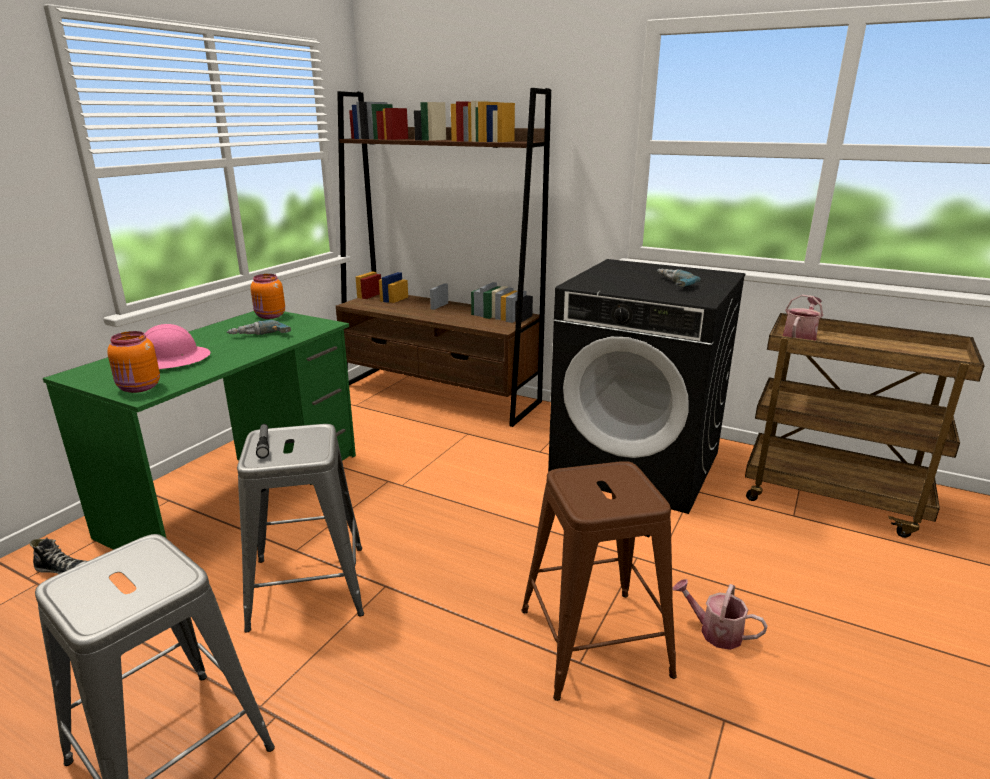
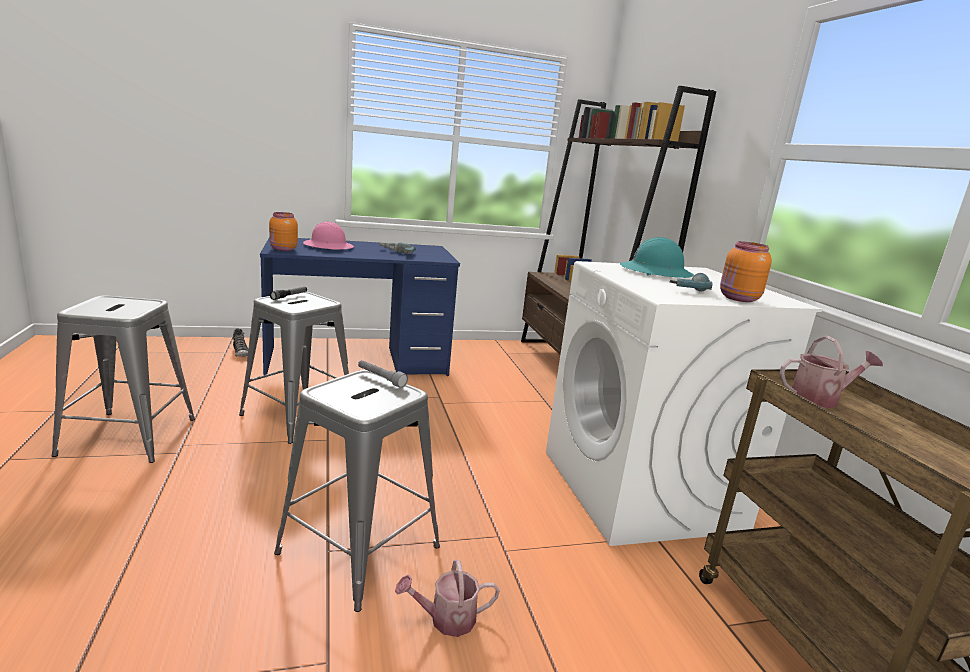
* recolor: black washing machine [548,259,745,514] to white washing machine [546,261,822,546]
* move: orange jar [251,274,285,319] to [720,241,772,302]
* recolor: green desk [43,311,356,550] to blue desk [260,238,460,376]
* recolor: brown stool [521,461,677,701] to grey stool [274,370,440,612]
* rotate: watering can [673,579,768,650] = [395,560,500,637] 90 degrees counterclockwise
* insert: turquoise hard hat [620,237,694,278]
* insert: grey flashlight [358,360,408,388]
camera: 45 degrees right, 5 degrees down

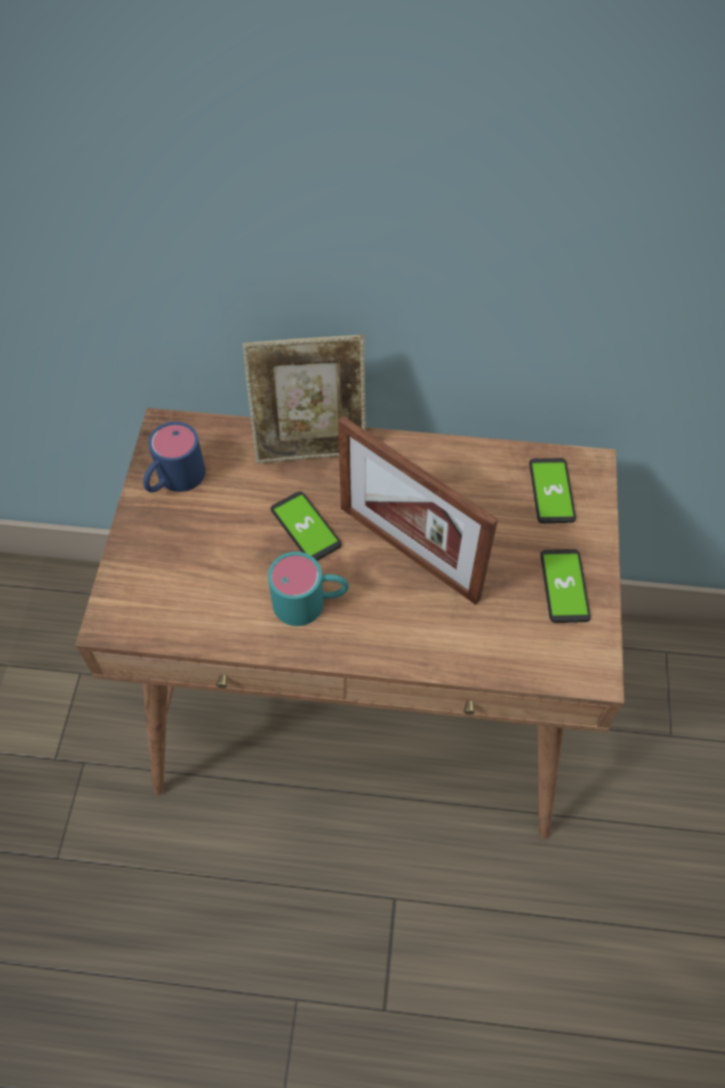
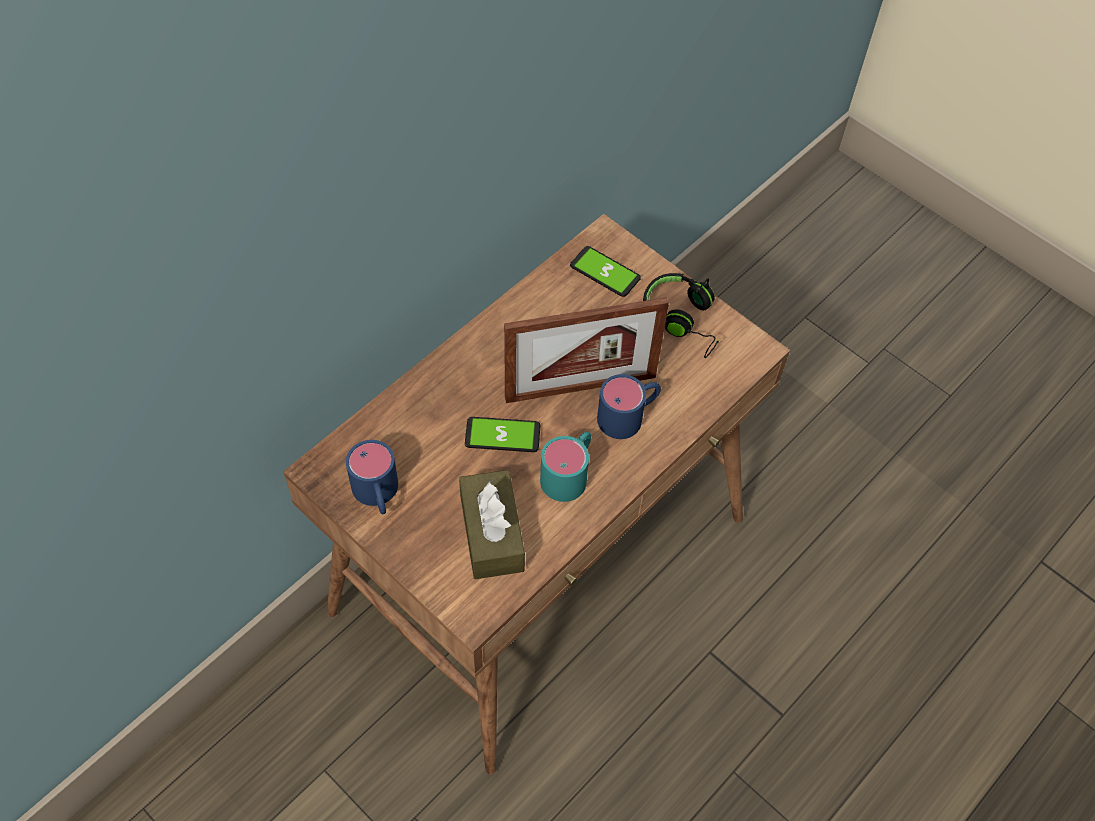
* delete: picture frame [242,335,366,464]
* replace: phone [540,549,591,623] to black headphones [643,273,720,358]
* insert: blue mug [597,374,661,439]
* insert: brown tissue box [459,470,525,579]
camera: 55 degrees left, 0 degrees up

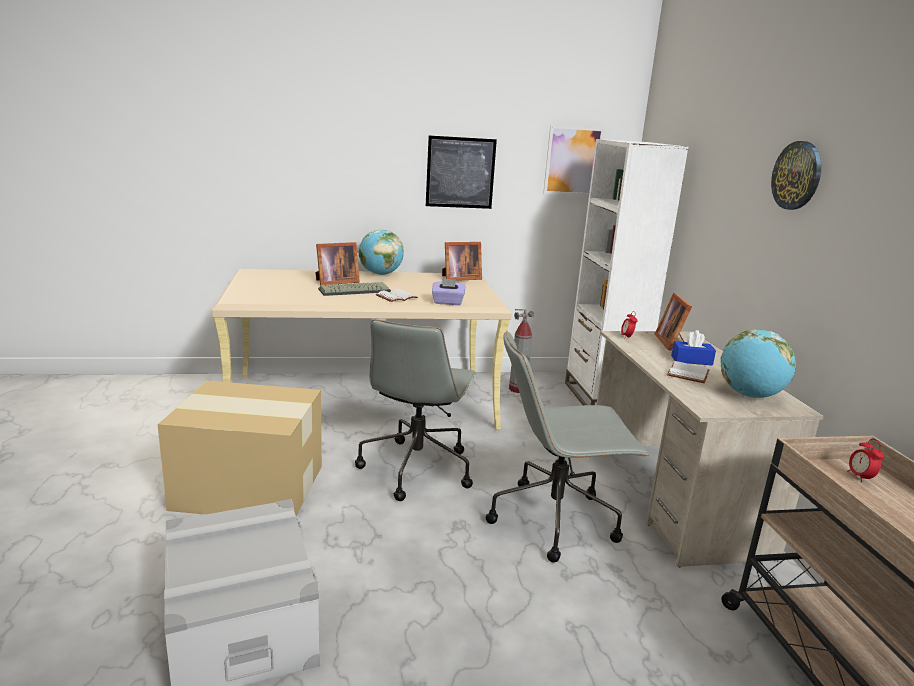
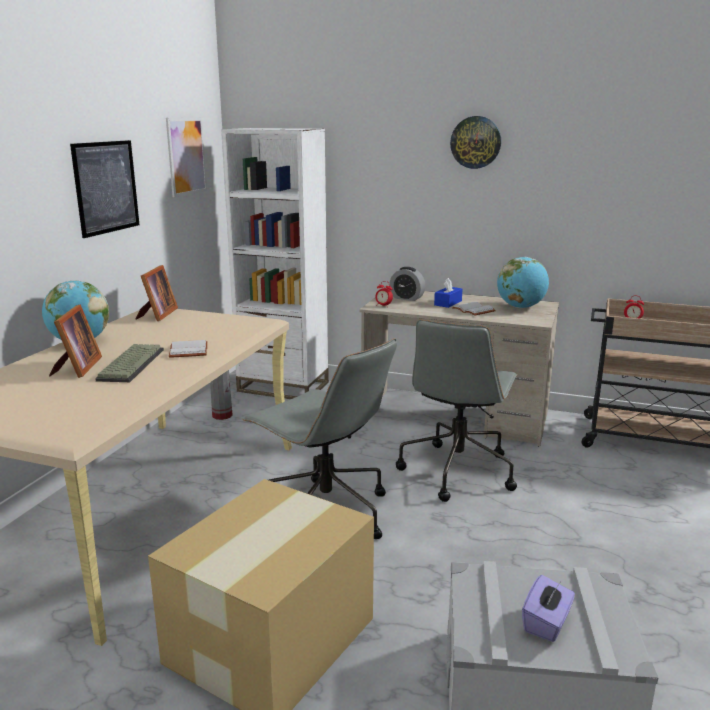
* move: purple tissue box [432,278,465,305] to [522,575,575,642]
* replace: picture frame [655,293,692,351] to alarm clock [389,267,425,301]
camera: 60 degrees left, 0 degrees up

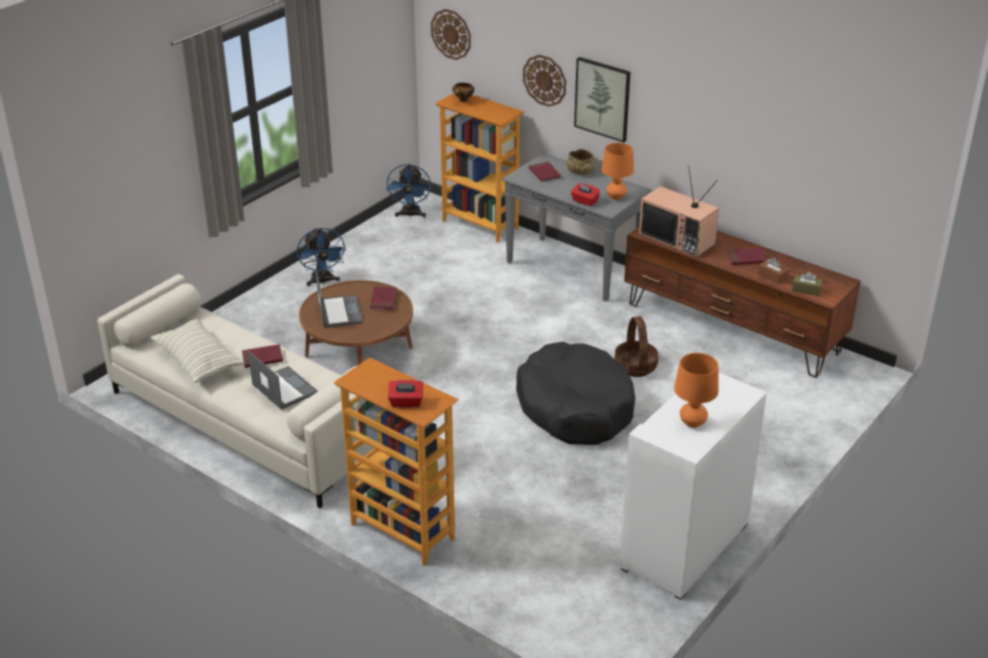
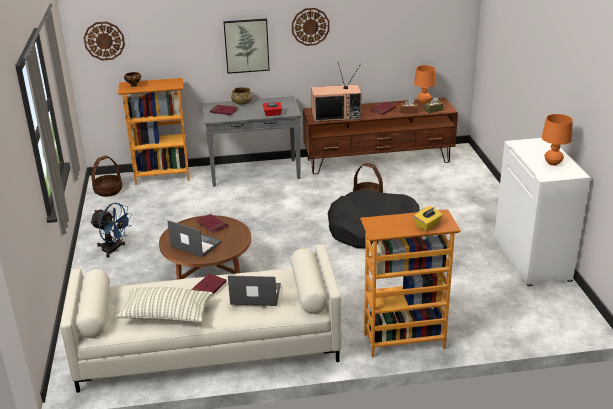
* move: wall clock [523,55,566,107] to [292,8,330,46]
* move: orange table lamp [602,143,634,200] to [414,65,436,104]
* replace: blue fan [386,164,431,218] to basket [91,156,122,197]
* recolor: red tissue box [388,380,424,407] to yellow tissue box [414,206,443,231]
camera: 45 degrees left, 5 degrees down

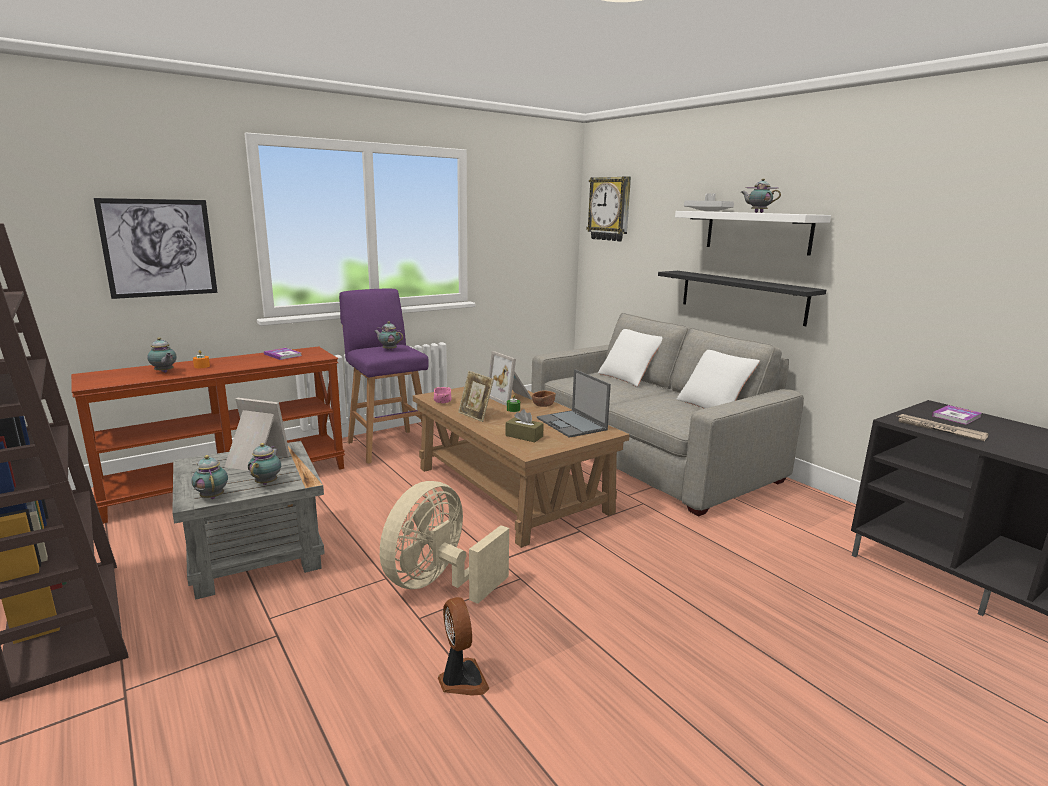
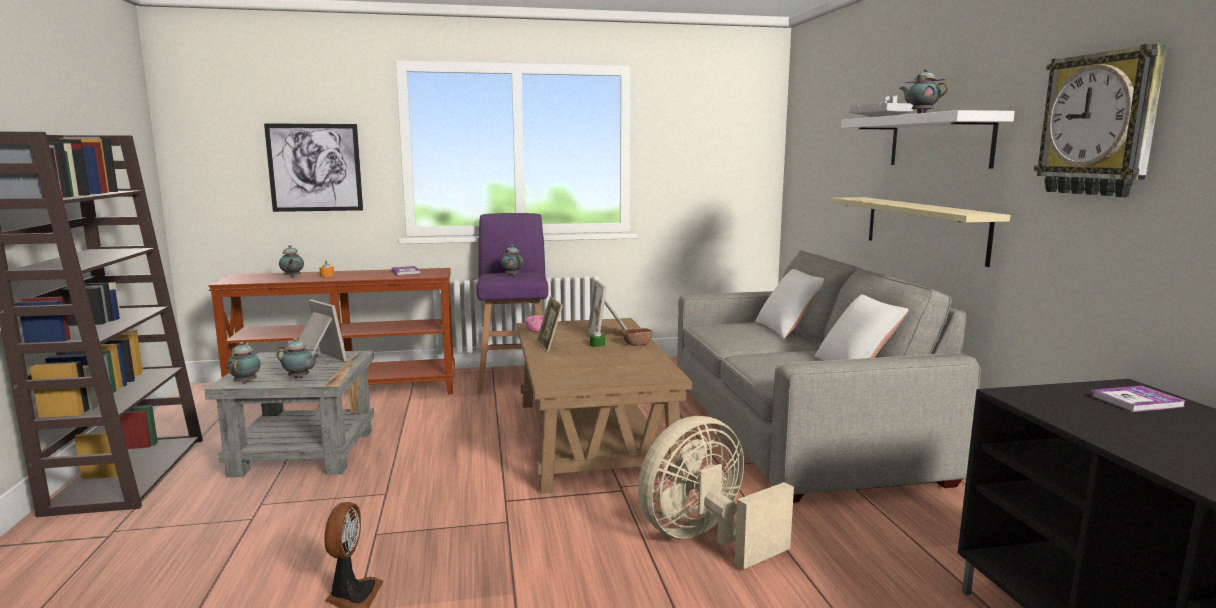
* move: wall clock [586,176,631,241] to [1034,43,1167,197]
* recolor: black shelf [658,271,826,326] to beige shelf [831,197,1010,267]
* delete: laptop [537,369,611,438]
* delete: brown tissue box [505,409,544,442]
* delete: newspaper [897,414,989,441]
* rotate: teapot [248,443,281,485] = [276,338,320,378] 75 degrees clockwise
* move: beige fan [380,481,509,604] to [638,416,794,569]
camera: 25 degrees right, 5 degrees down

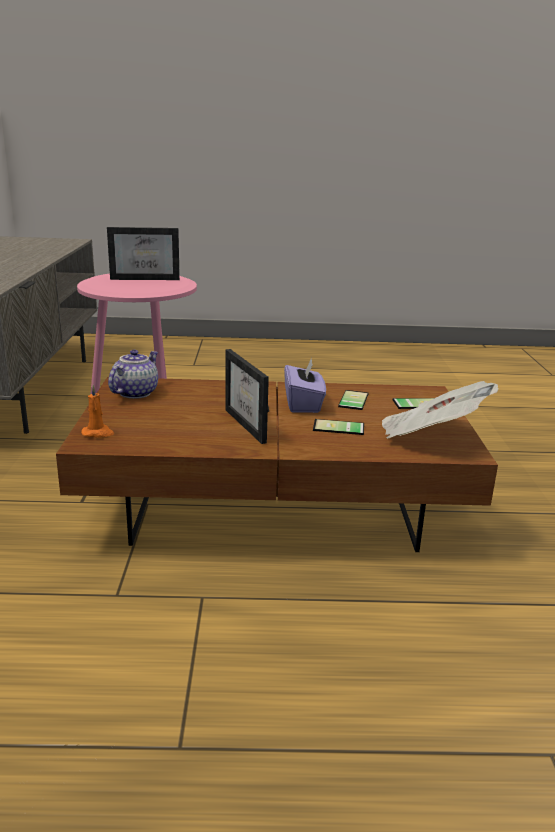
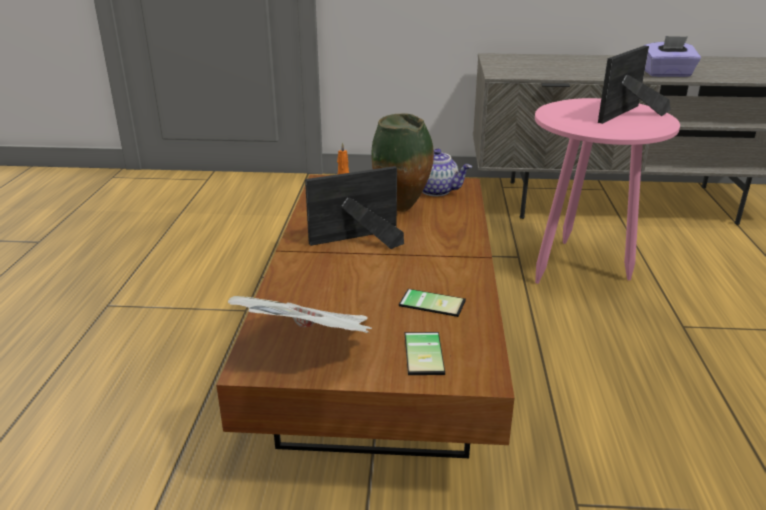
* rotate: picture frame [107,227,180,280] = [598,45,671,124] 45 degrees clockwise
* move: purple tissue box [284,357,326,413] to [643,36,701,77]
* delete: phone [313,419,364,435]
* insert: vase [371,113,434,212]
camera: 95 degrees right, 5 degrees up

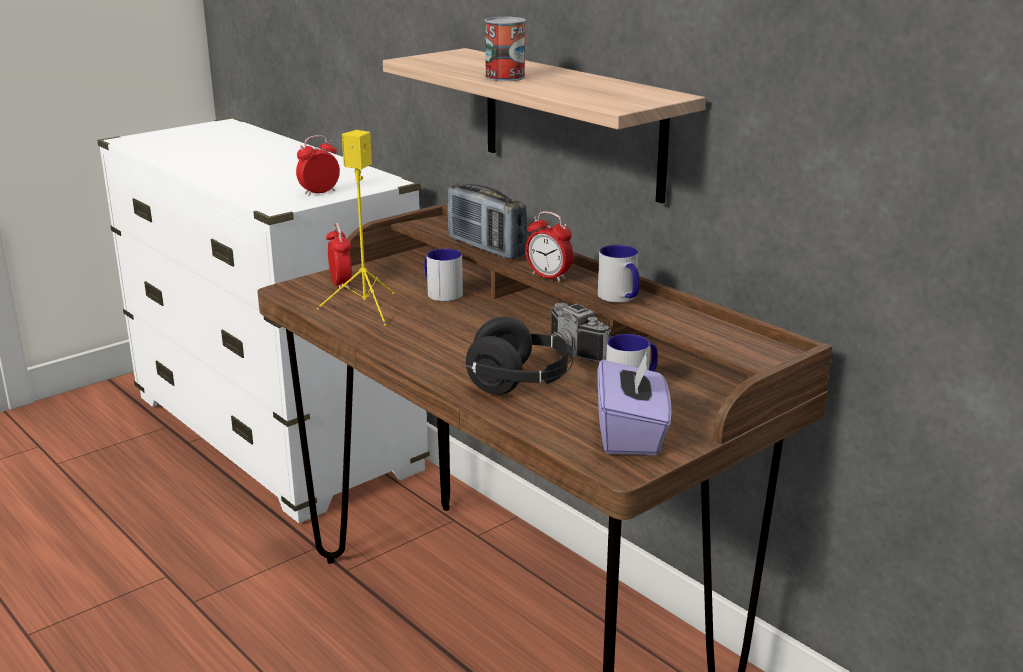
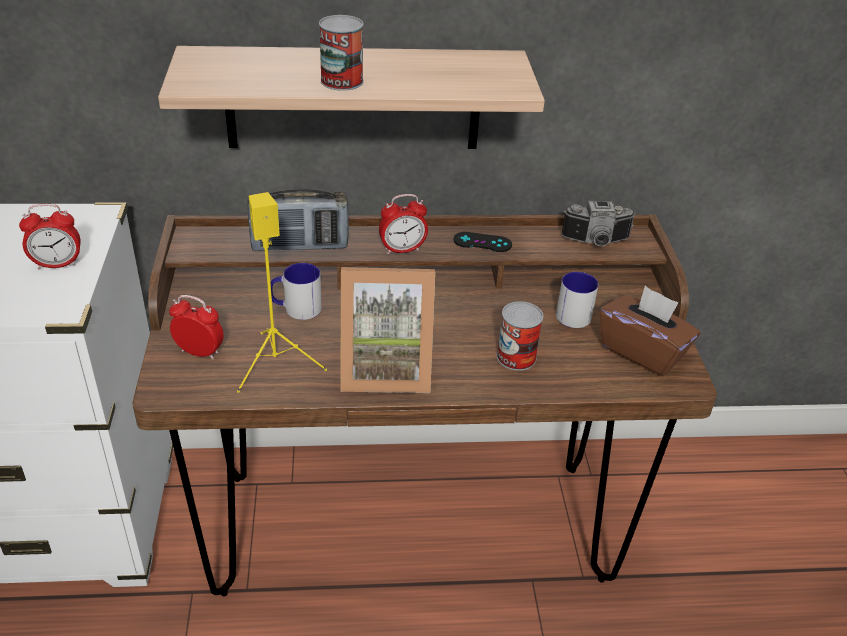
* rotate: alarm clock [296,135,340,196] = [19,204,81,269] 105 degrees counterclockwise
* replace: mug [598,245,640,303] to black game controller [454,232,512,252]
* move: photo camera [551,303,611,362] to [561,201,636,246]
* replace: black headphones [466,317,573,395] to can [497,301,543,371]
* recolor: purple tissue box [597,351,671,455] to brown tissue box [599,286,700,376]
* insert: picture frame [340,267,435,393]
camera: 55 degrees left, 15 degrees up

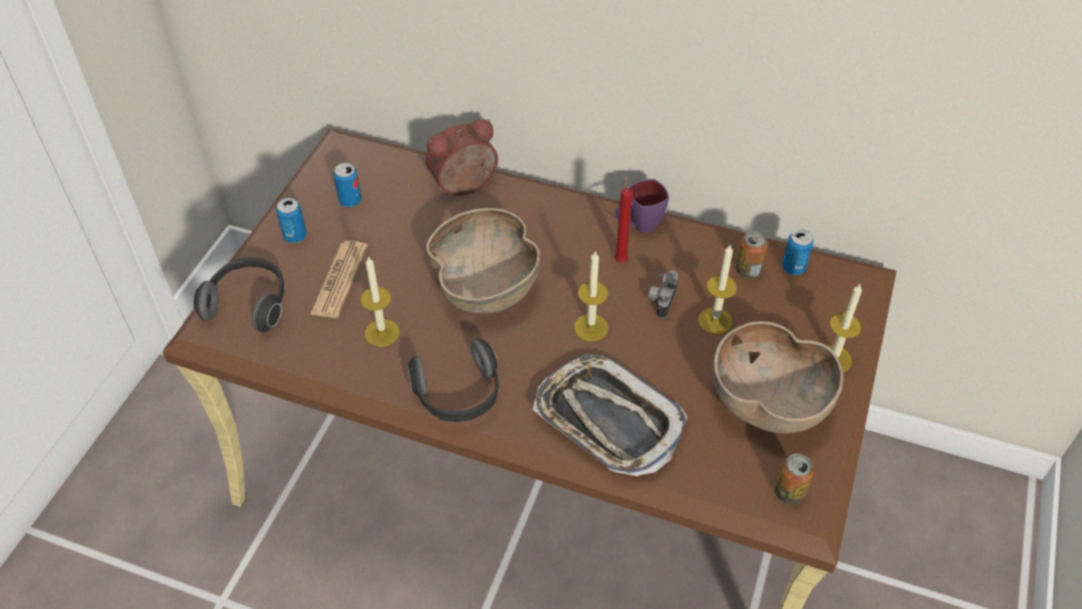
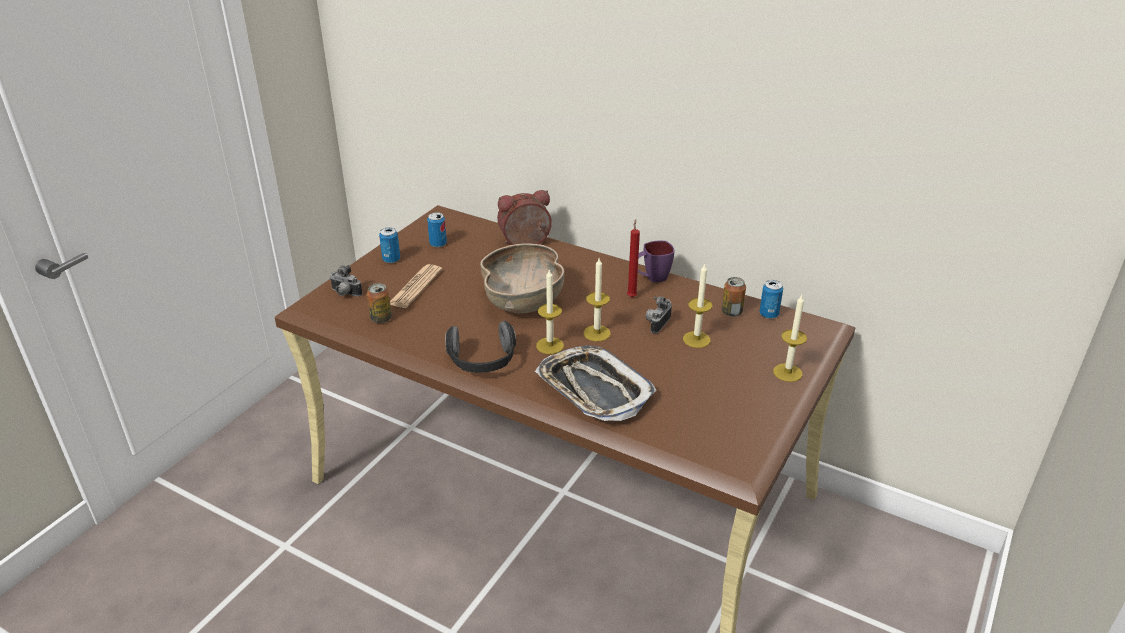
* replace: headphones [193,257,284,333] to photo camera [330,265,363,296]
* move: candle [361,257,400,347] to [536,269,564,354]
* delete: brown bowl [712,321,844,434]
* move: can [775,453,814,505] to [367,283,392,323]
camera: 10 degrees right, 15 degrees down

